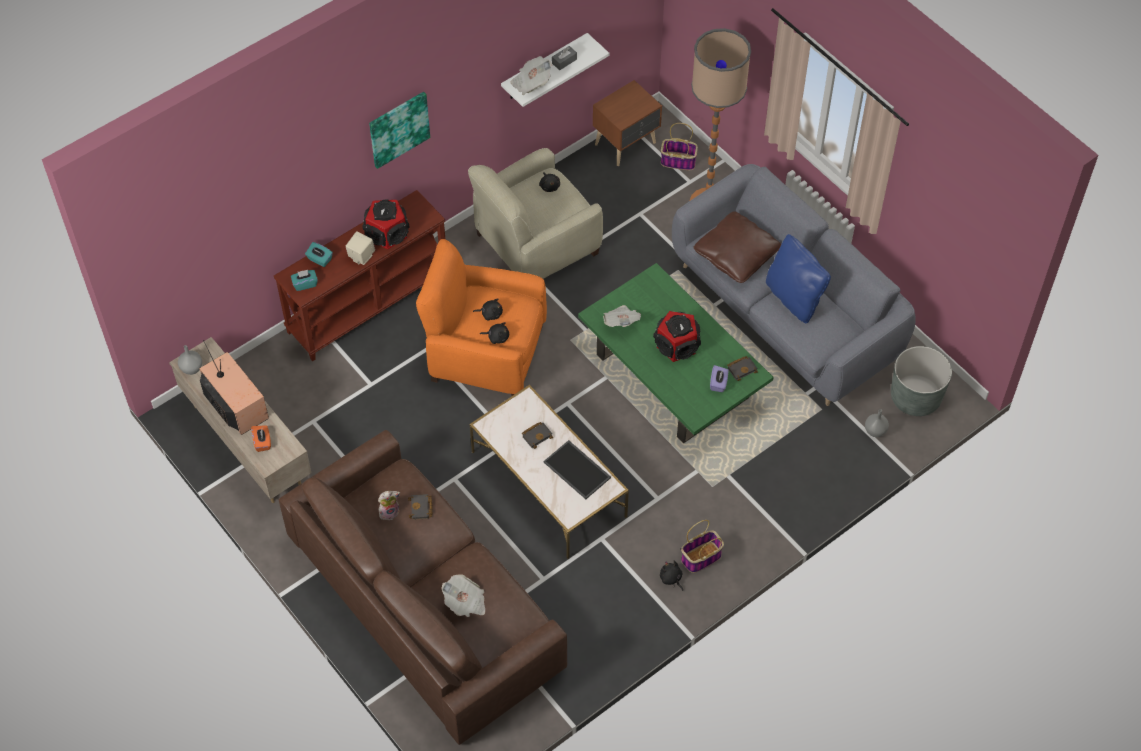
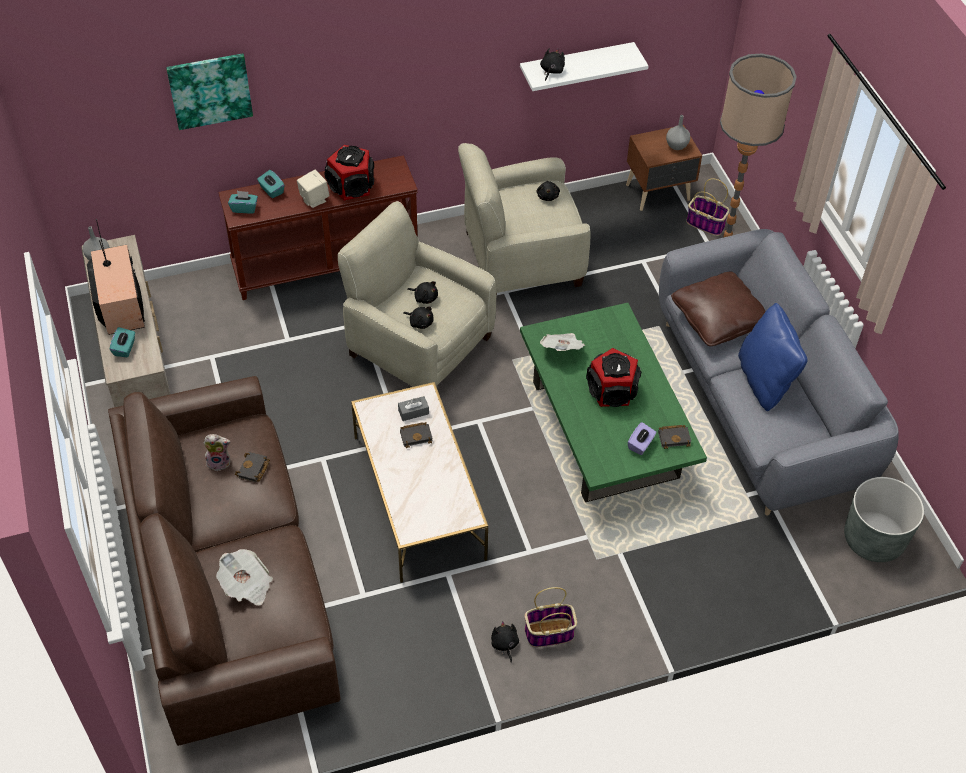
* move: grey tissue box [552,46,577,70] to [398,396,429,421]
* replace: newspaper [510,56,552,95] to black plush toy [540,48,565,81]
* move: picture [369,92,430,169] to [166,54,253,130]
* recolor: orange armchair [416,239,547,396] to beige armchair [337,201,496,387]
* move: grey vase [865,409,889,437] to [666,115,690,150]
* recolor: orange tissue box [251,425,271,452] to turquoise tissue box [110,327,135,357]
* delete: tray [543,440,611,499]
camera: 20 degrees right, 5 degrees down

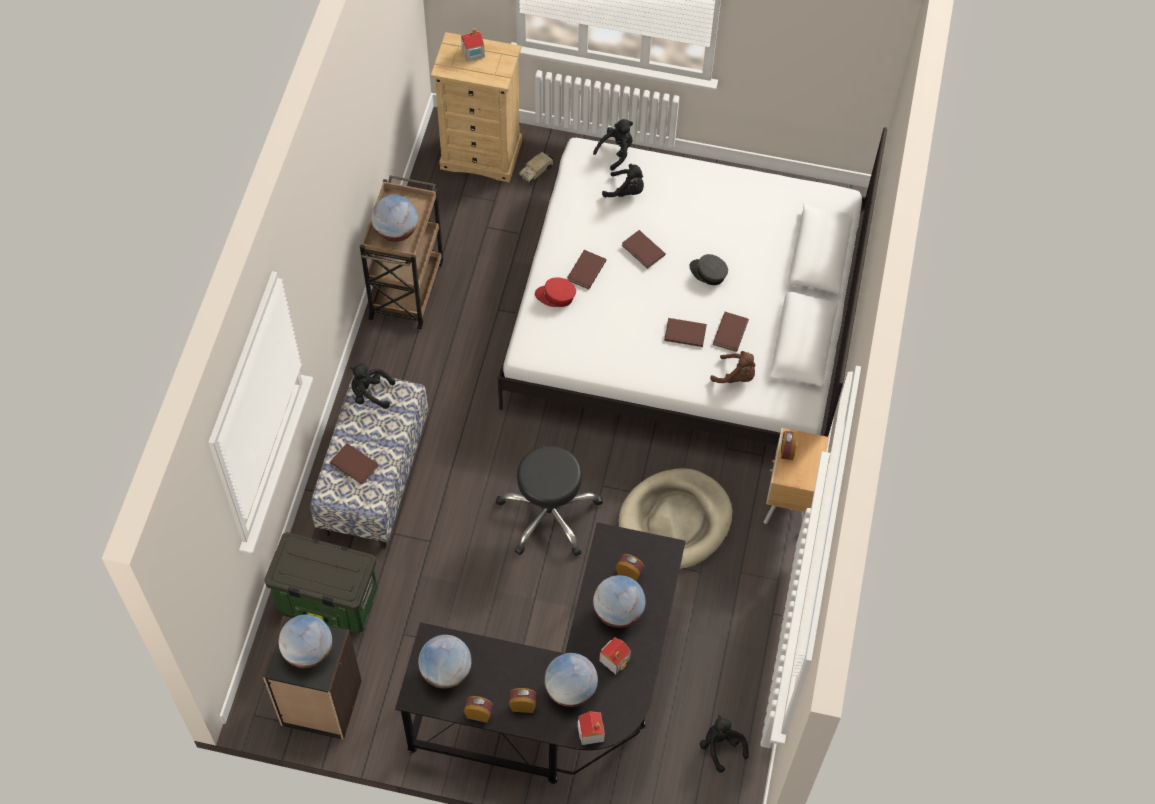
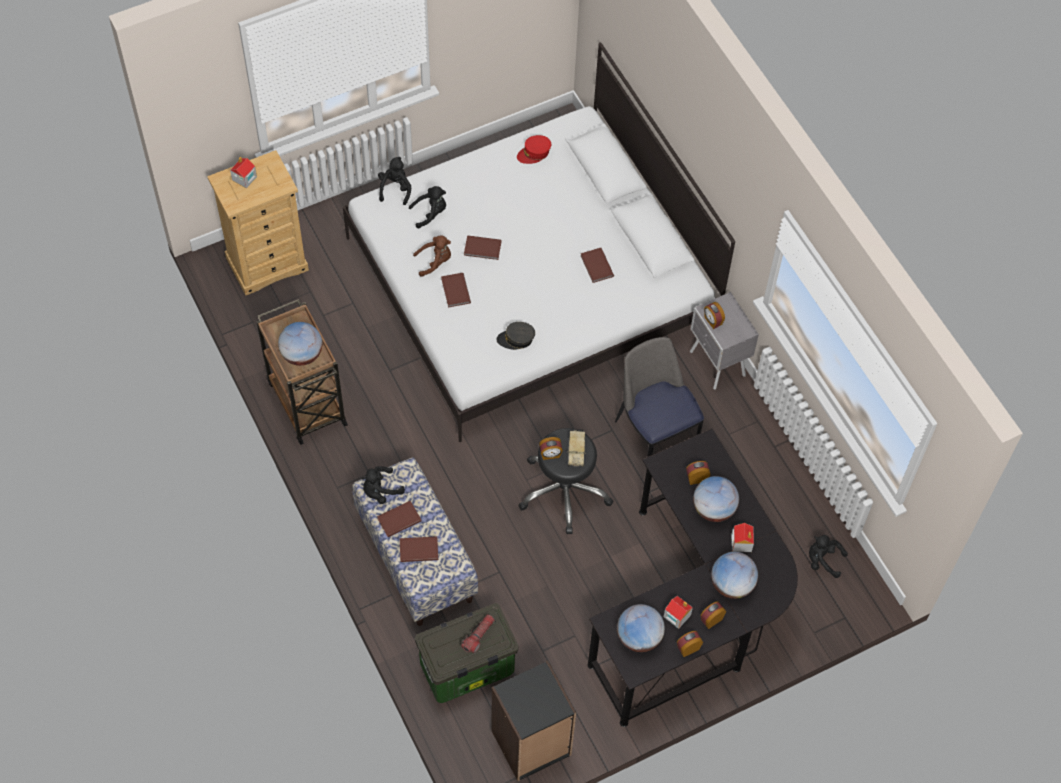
* move: toy truck [519,152,554,185] to [567,429,586,467]
* move: grey cap [689,254,728,285] to [497,322,535,350]
* move: red cap [535,277,576,307] to [517,135,551,164]
* move: brown book [664,318,707,347] to [377,501,422,537]
* move: brown plush toy [710,351,756,383] to [413,235,451,277]
* recolor: brown nightstand [764,428,829,524] to grey nightstand [690,292,759,390]
* replace: beige dog bed [618,468,733,569] to chair [615,337,704,470]
* delete: globe [279,615,332,668]
* move: toy house [577,711,605,745] to [664,596,693,629]
* insert: alarm clock [539,437,563,460]
* insert: flashlight [461,614,495,653]
camera: 40 degrees left, 0 degrees up

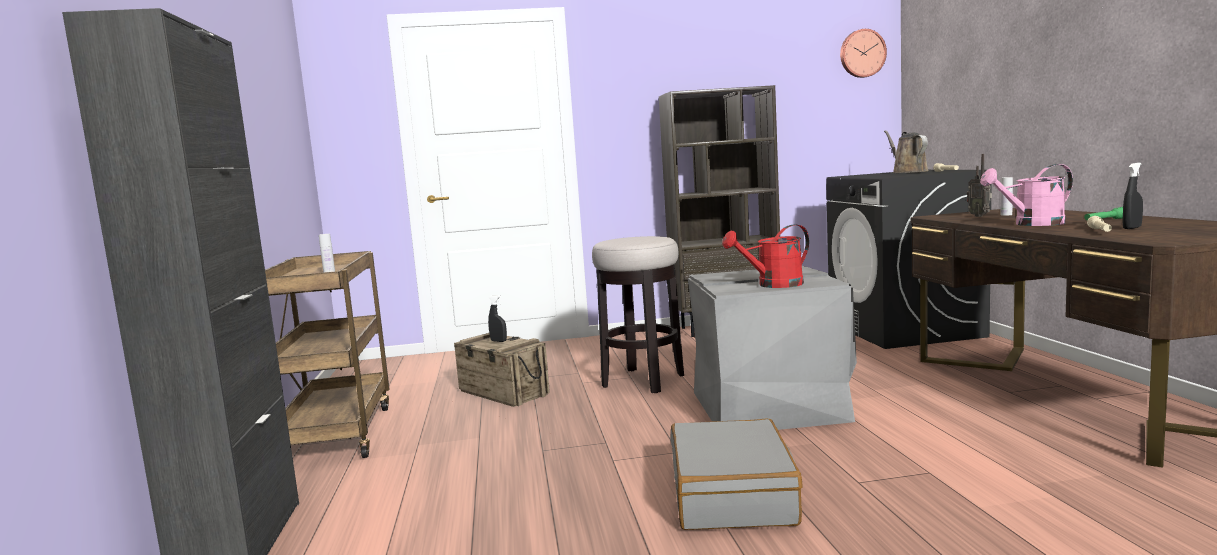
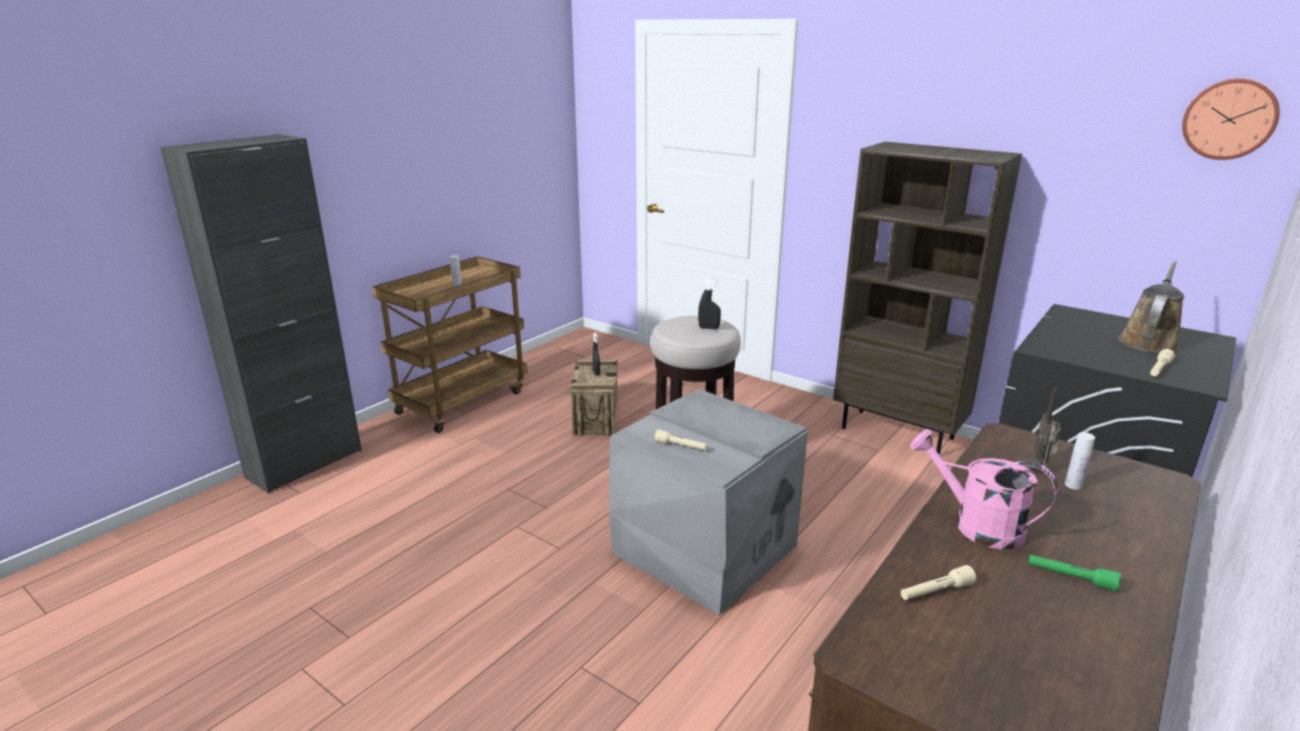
* move: black spray bottle [1123,163,1143,229] to [698,279,721,329]
* replace: red watering can [722,224,809,288] to beige flashlight [654,429,707,450]
* delete: grey suitcase [670,419,803,530]
camera: 45 degrees right, 15 degrees up

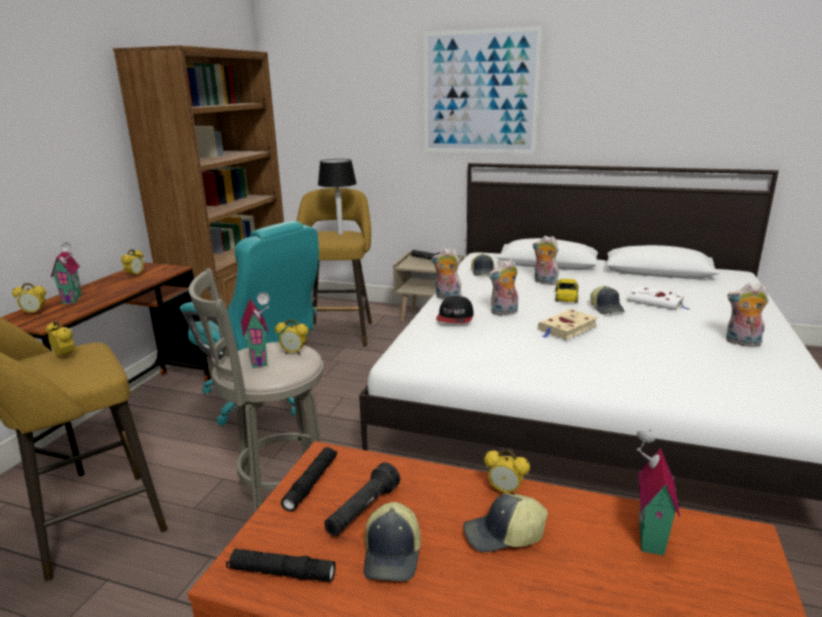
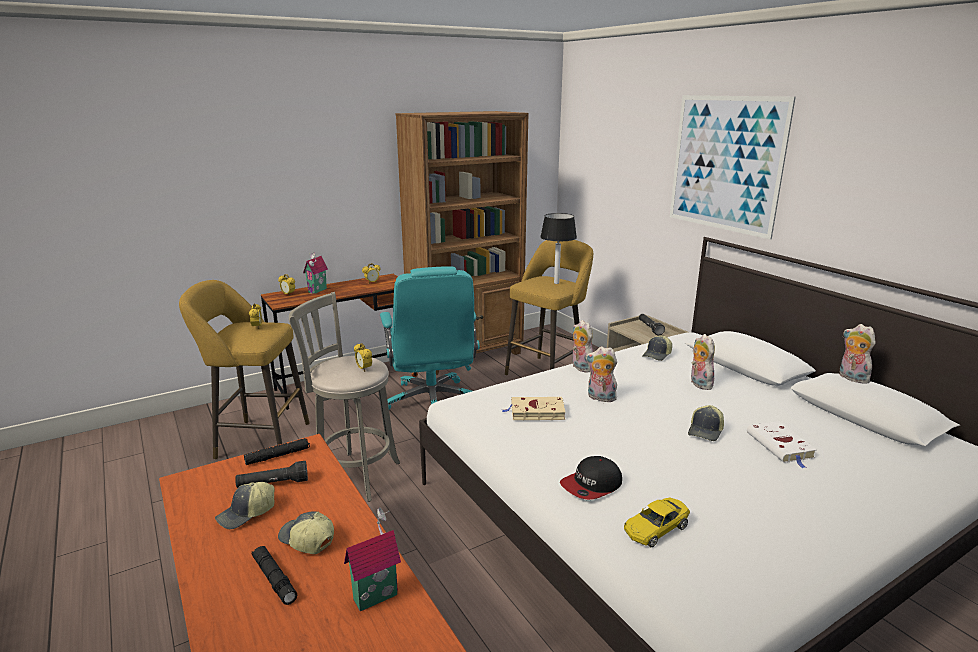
* move: yellow toy car [555,279,578,303] to [624,498,690,547]
* move: plush toy [726,283,769,347] to [840,324,876,383]
* delete: toy house [241,292,270,368]
* move: cap [436,296,474,323] to [560,456,622,500]
* move: beige book [538,309,598,340] to [502,397,566,420]
* delete: alarm clock [484,450,530,495]
* move: black flashlight [226,549,336,582] to [252,546,297,605]
camera: 40 degrees right, 0 degrees up

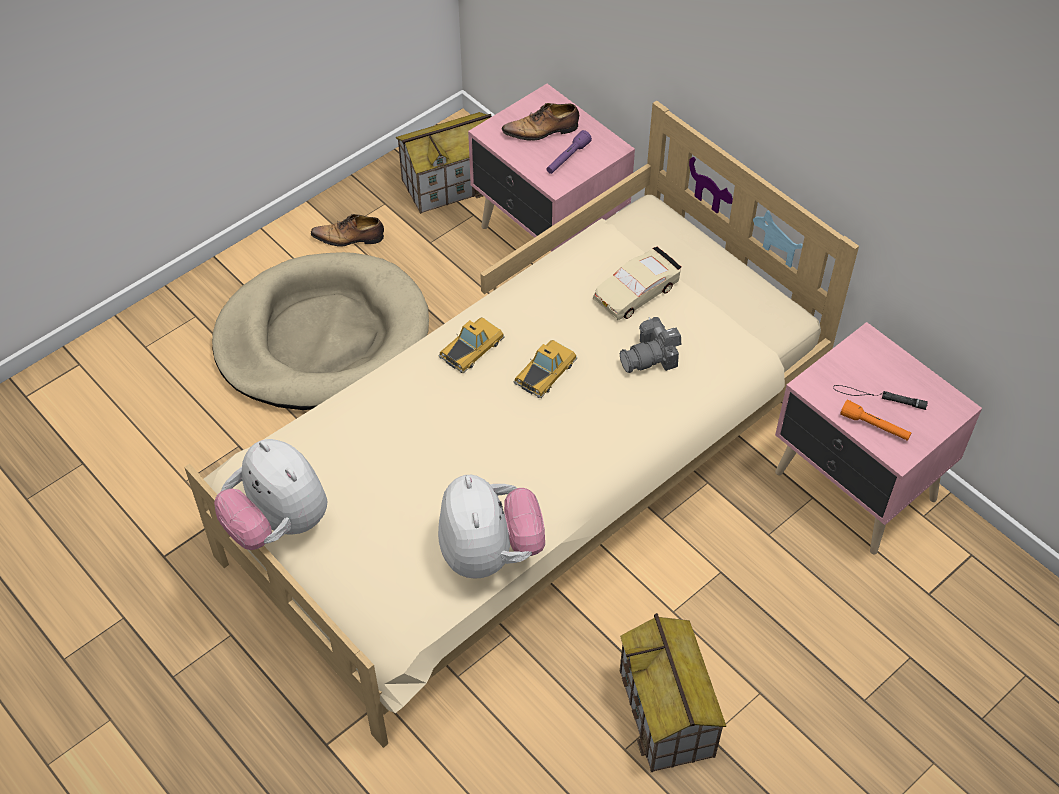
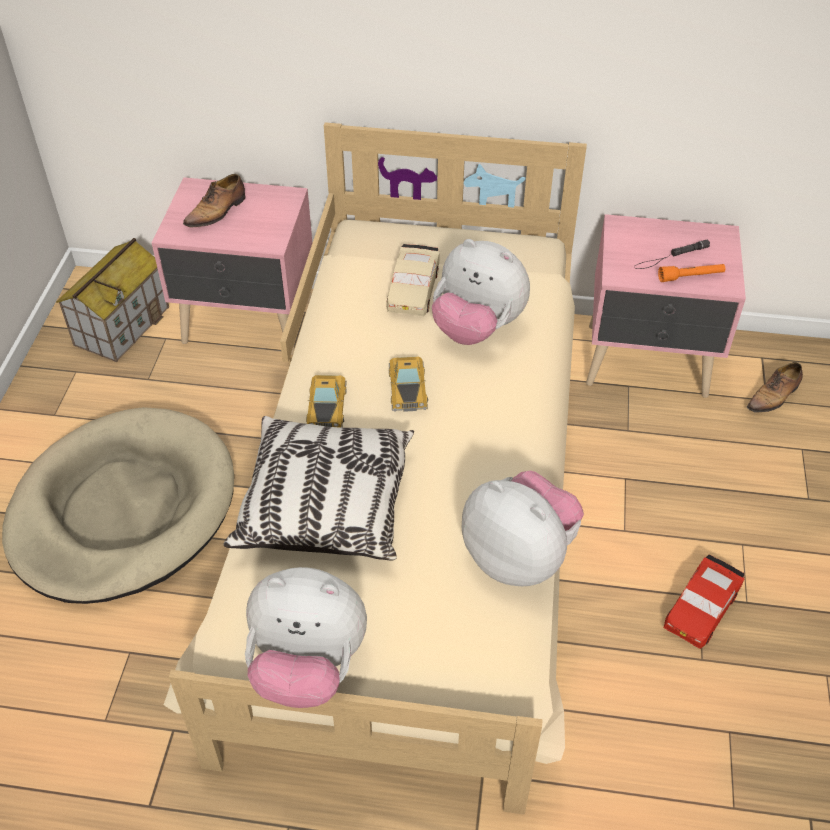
* delete: purple flashlight [546,130,592,174]
* move: shoe [311,214,384,247] to [747,362,803,413]
* replace: photo camera [620,317,681,373] to plush toy [432,239,530,345]
* replace: toy house [620,613,726,772] to red toy car [664,555,745,649]
* insert: pillow [223,416,414,560]
camera: 40 degrees left, 5 degrees down

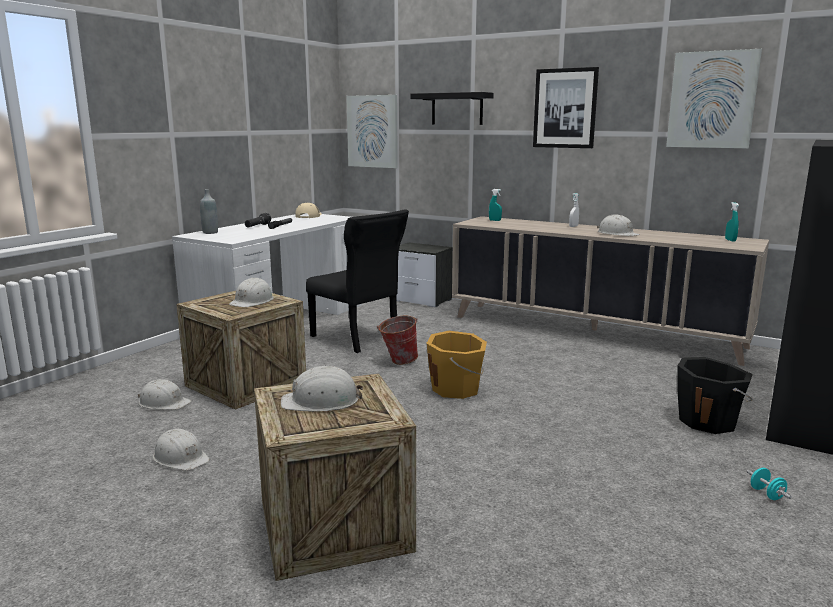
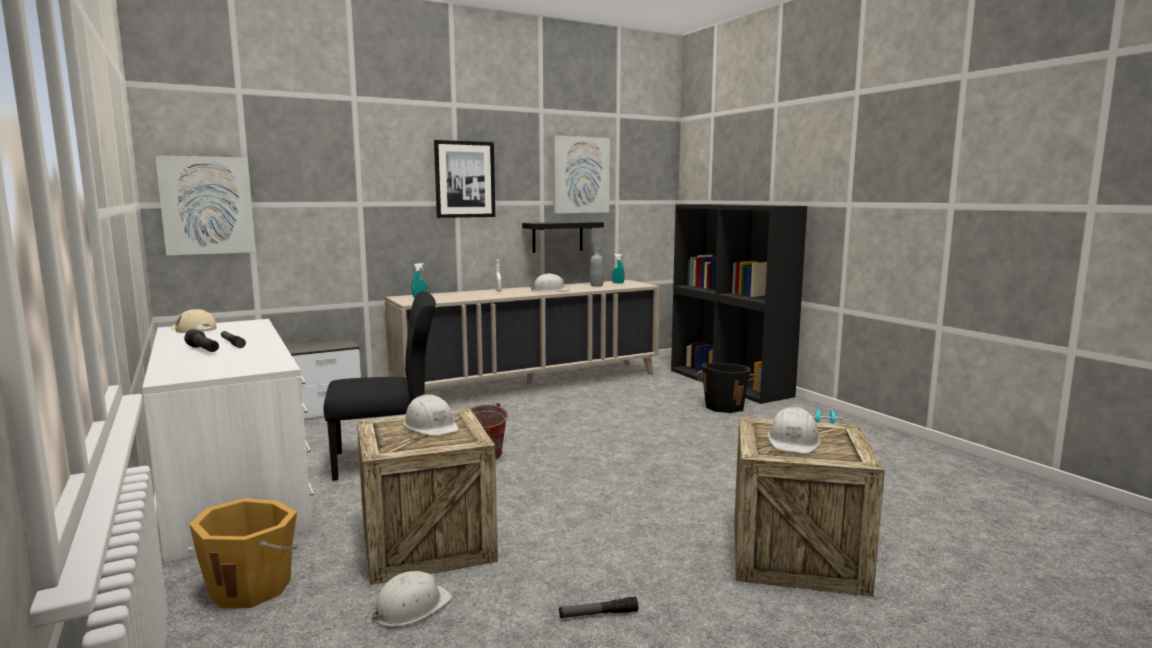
* move: black shelf [410,92,494,125] to [522,221,604,253]
* move: grey bottle [200,189,218,234] to [590,249,604,287]
* move: orange bucket [426,331,487,399] to [189,498,298,608]
* replace: white hard hat [153,429,210,471] to flashlight [559,597,638,618]
camera: 60 degrees left, 5 degrees down

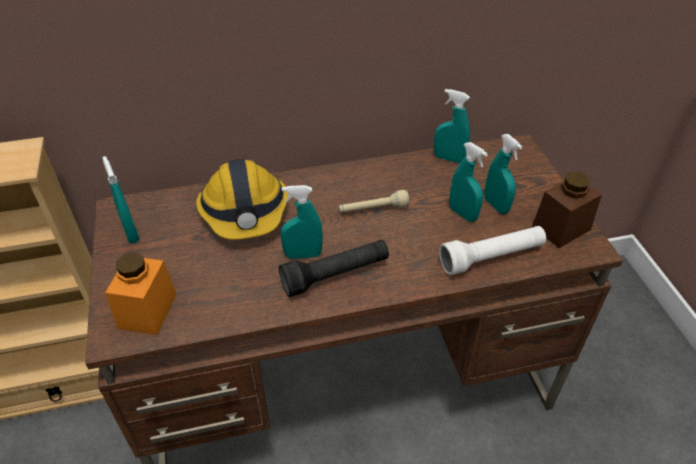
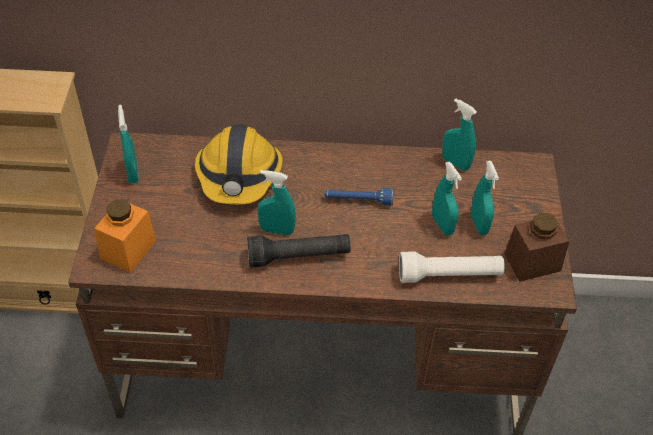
* recolor: beige flashlight [339,190,409,213] to blue flashlight [324,188,393,205]
camera: 15 degrees right, 5 degrees up

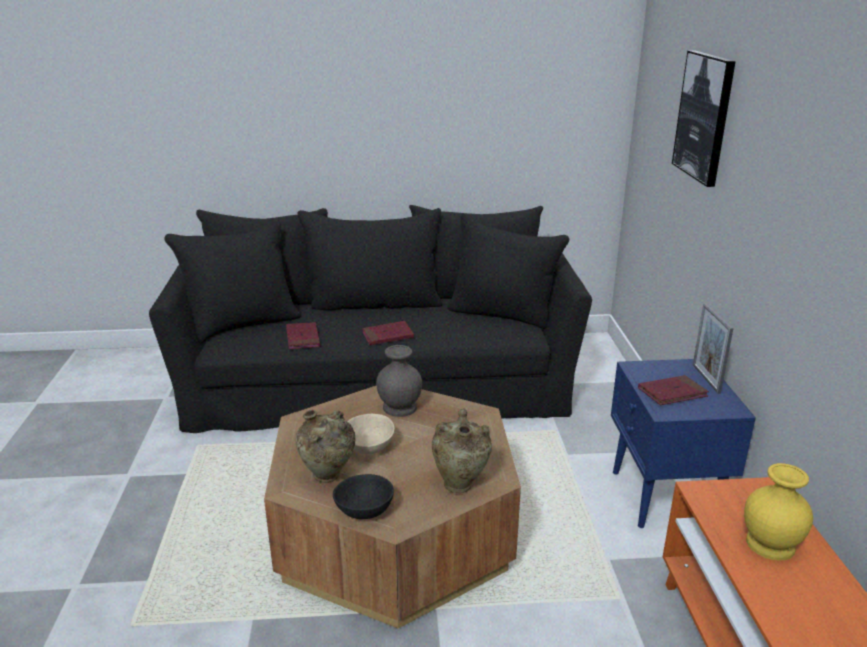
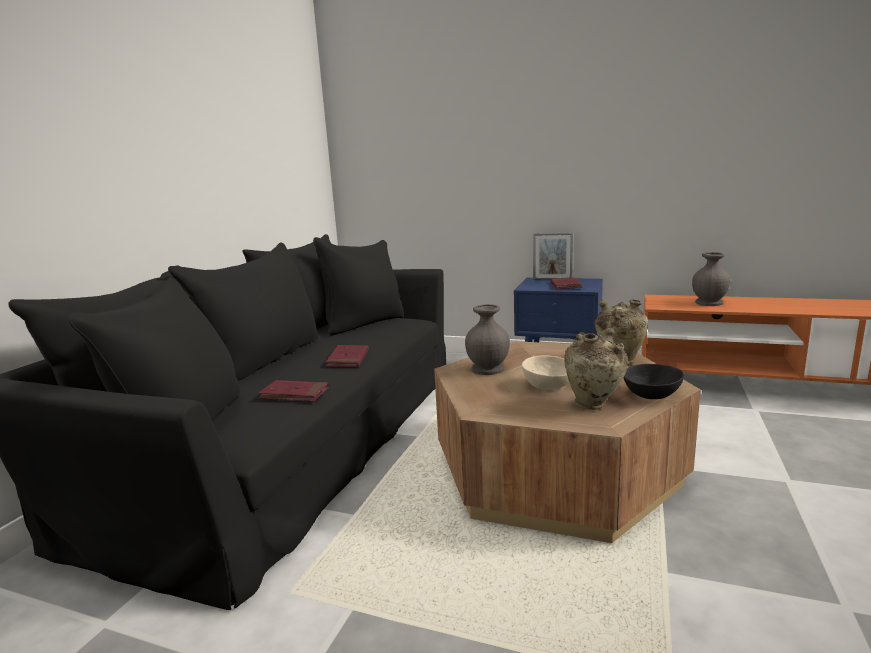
* delete: picture [672,50,736,187]
* recolor: yellow vase [744,463,813,561] to grey vase [692,252,730,306]
camera: 65 degrees left, 10 degrees down

